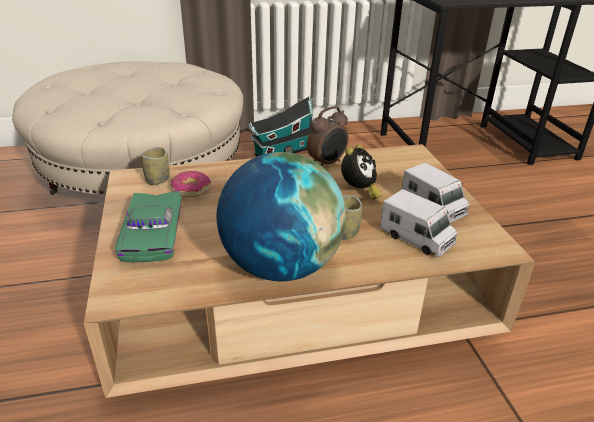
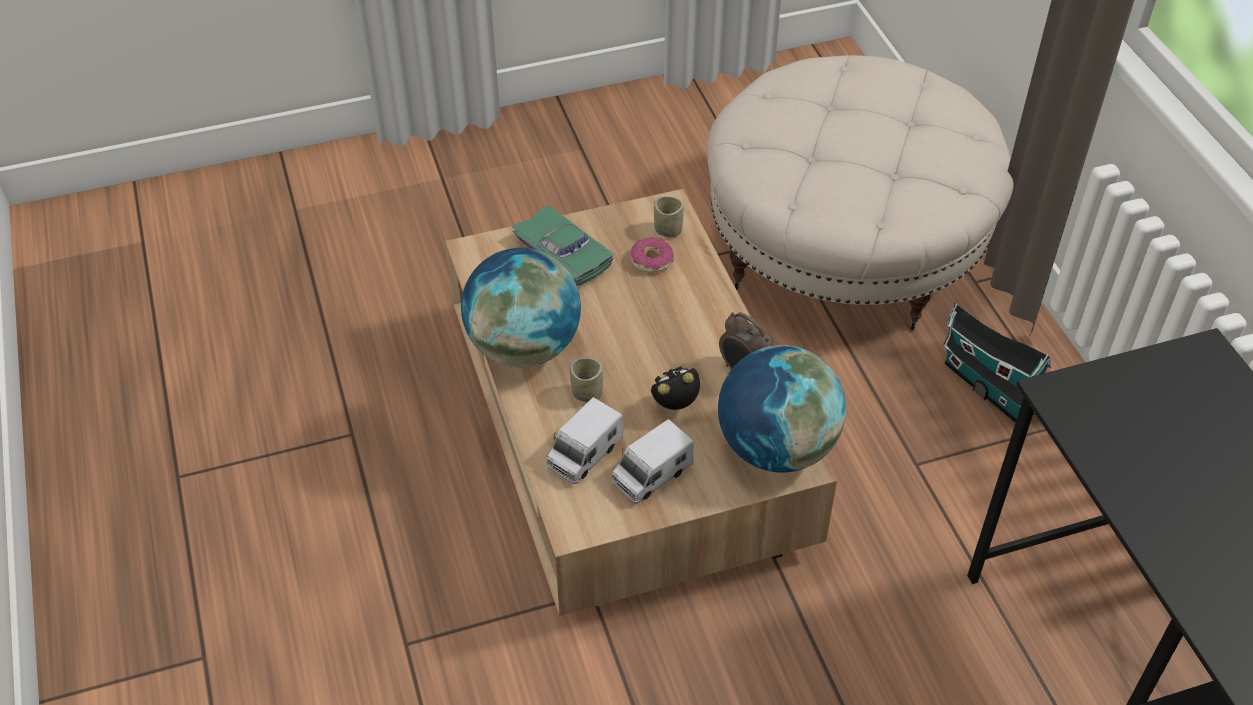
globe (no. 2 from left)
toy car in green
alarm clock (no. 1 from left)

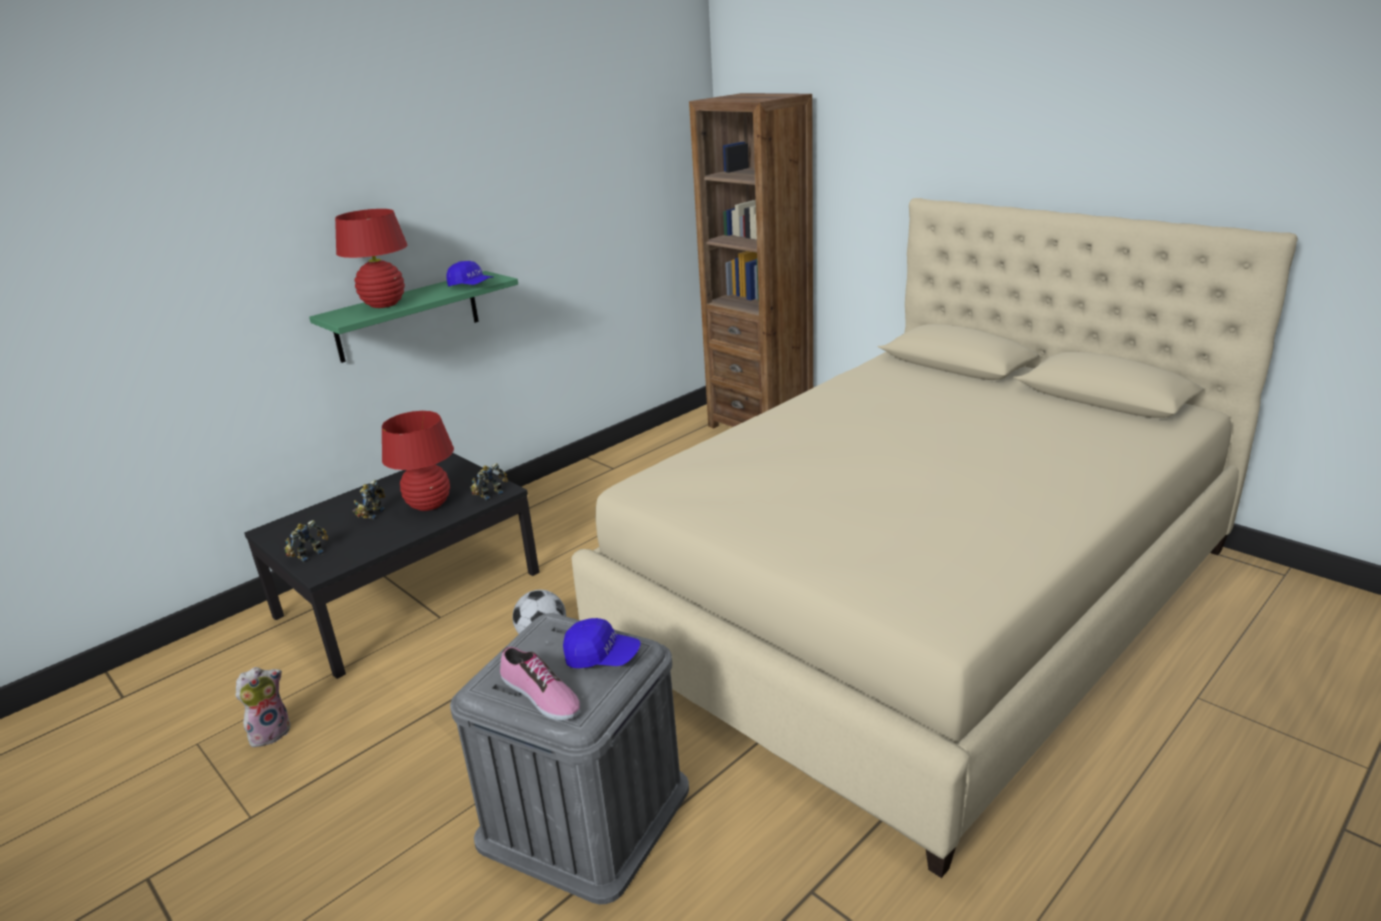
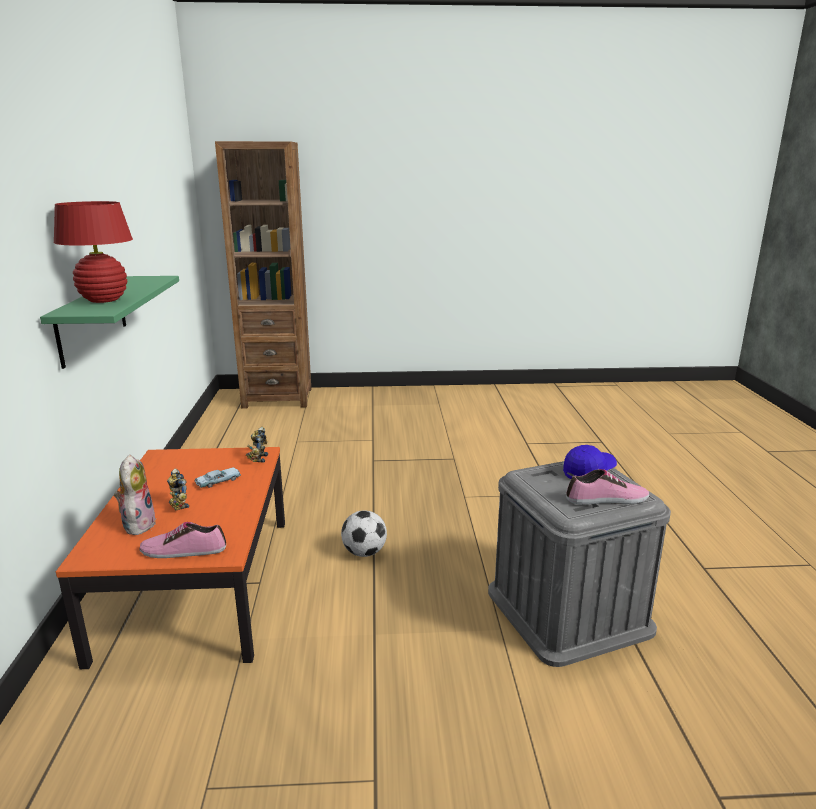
cap in blue (no. 1 from left in the first image)
bed in beige
plush toy
shoe (no. 1 from left)
toy car in blue
coffee table in orange

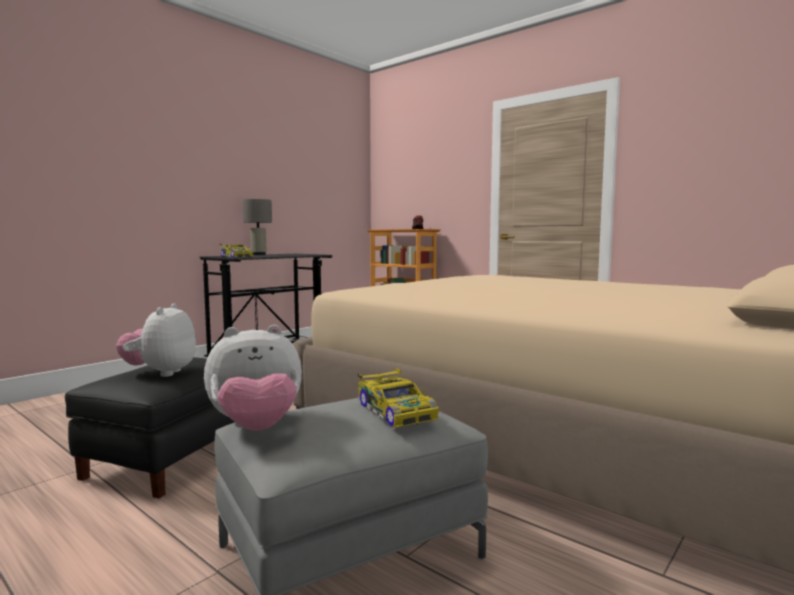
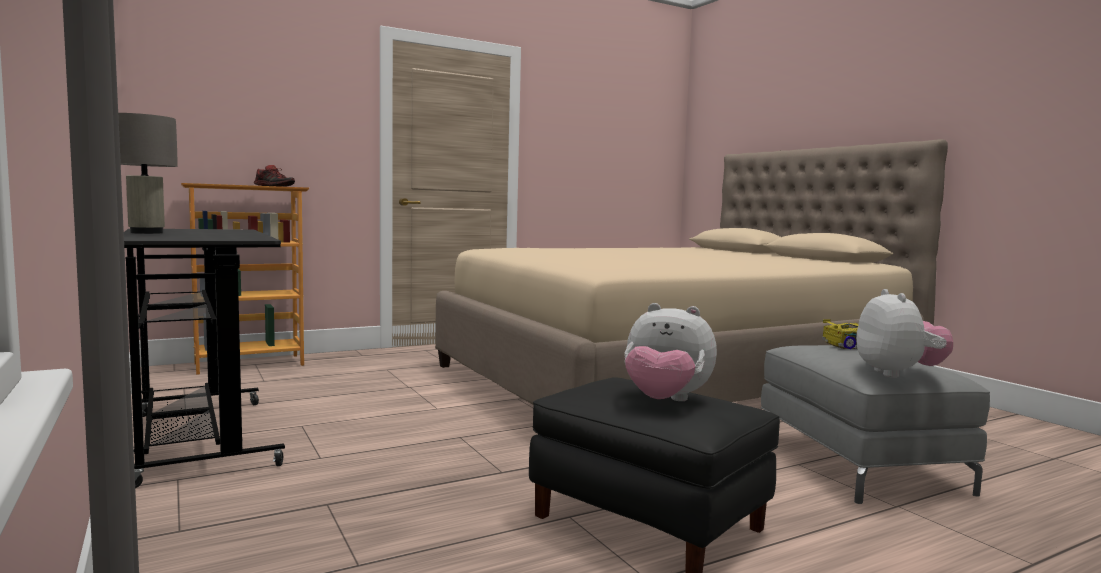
toy car (no. 1 from left in the first image)

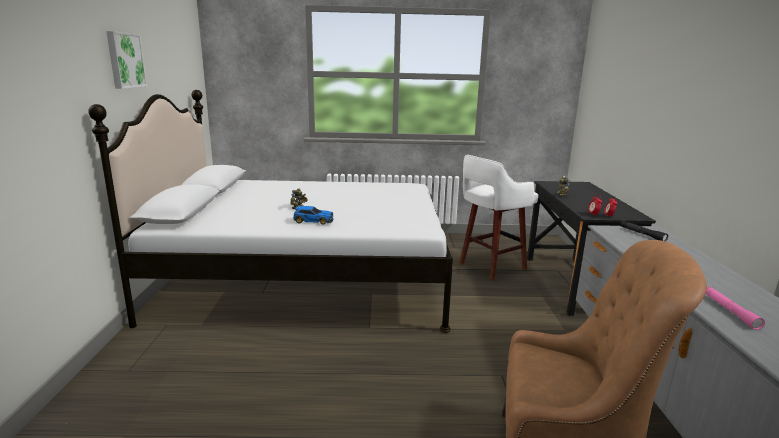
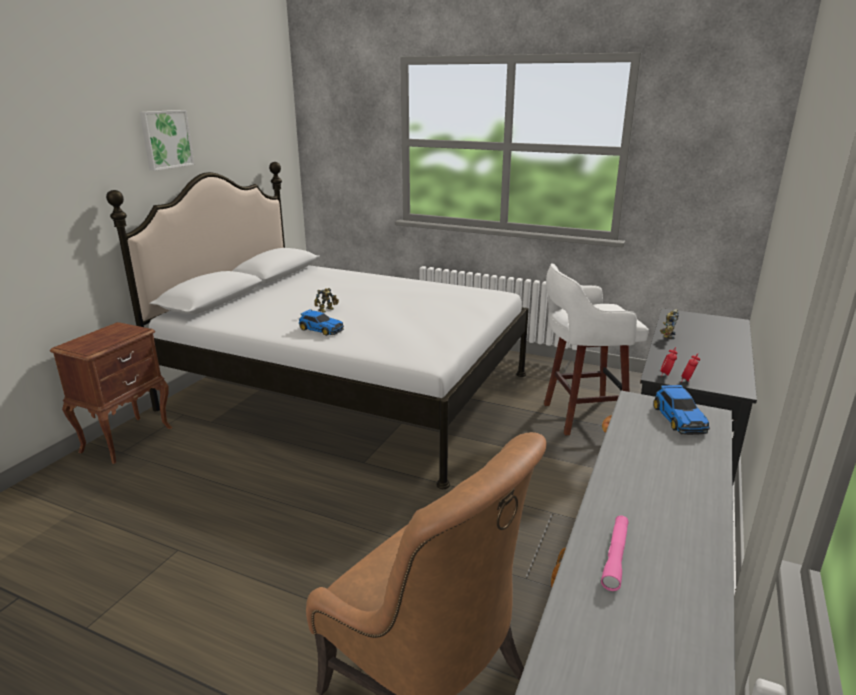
nightstand in brown
toy car (no. 2 from left)

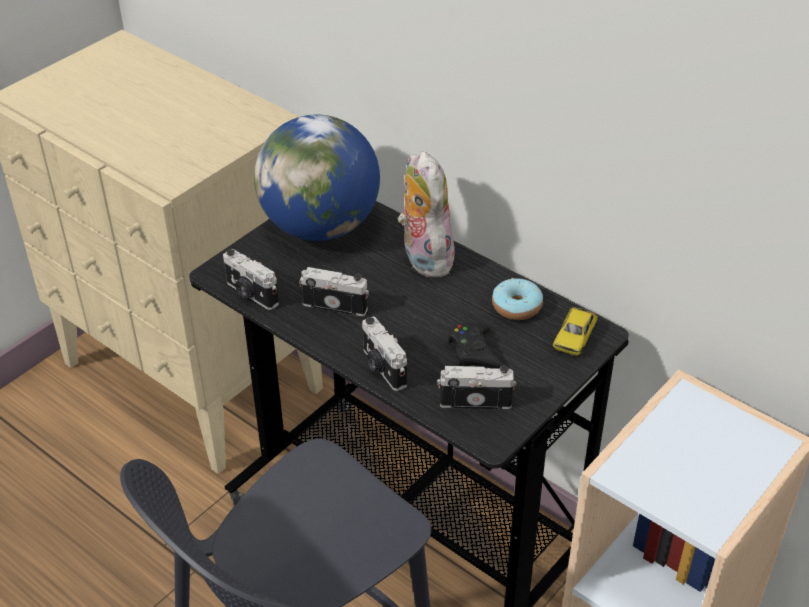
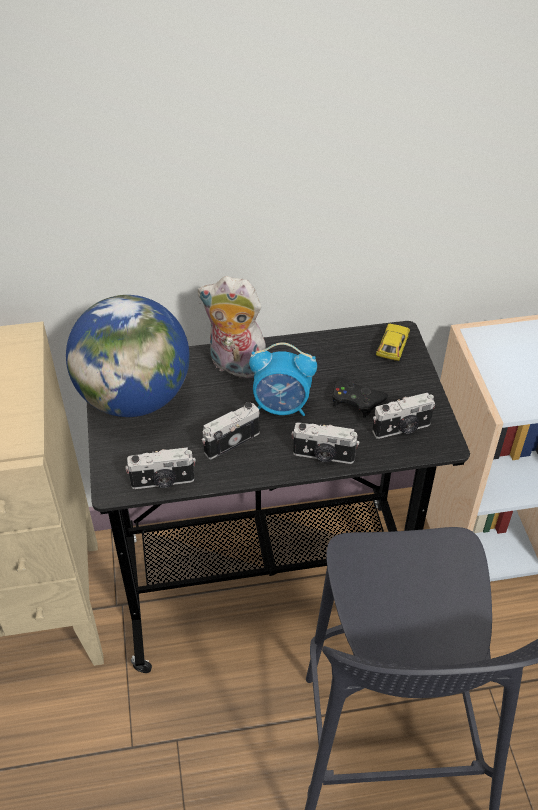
donut
alarm clock
photo camera (no. 4 from left)
toy car

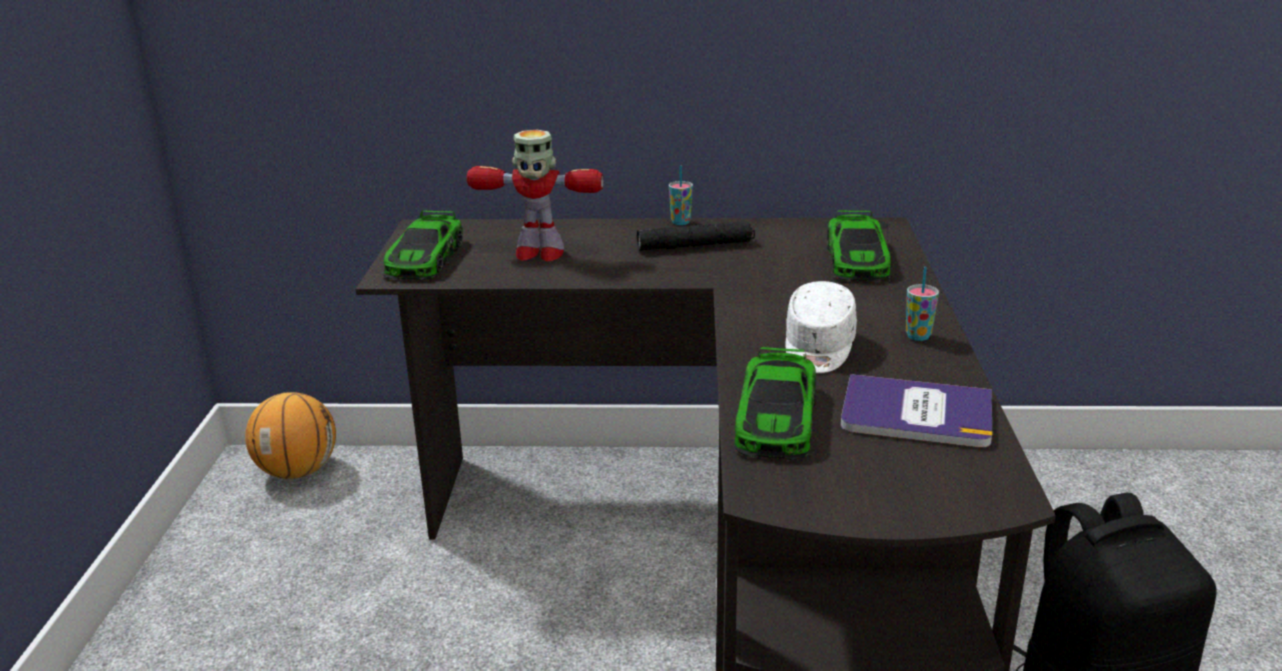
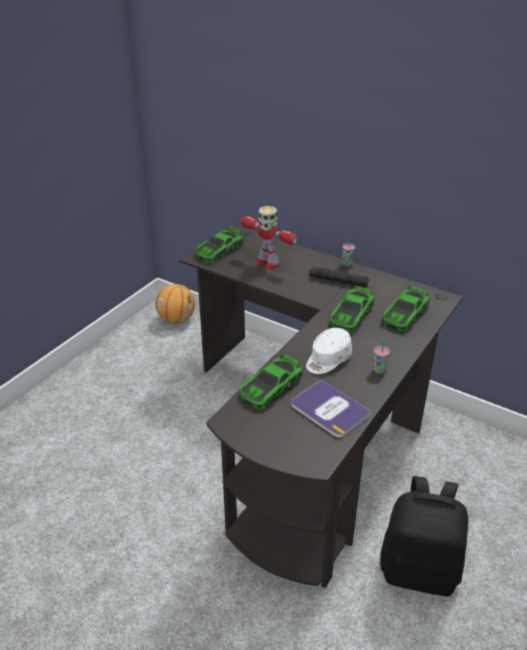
toy car (no. 3 from left)

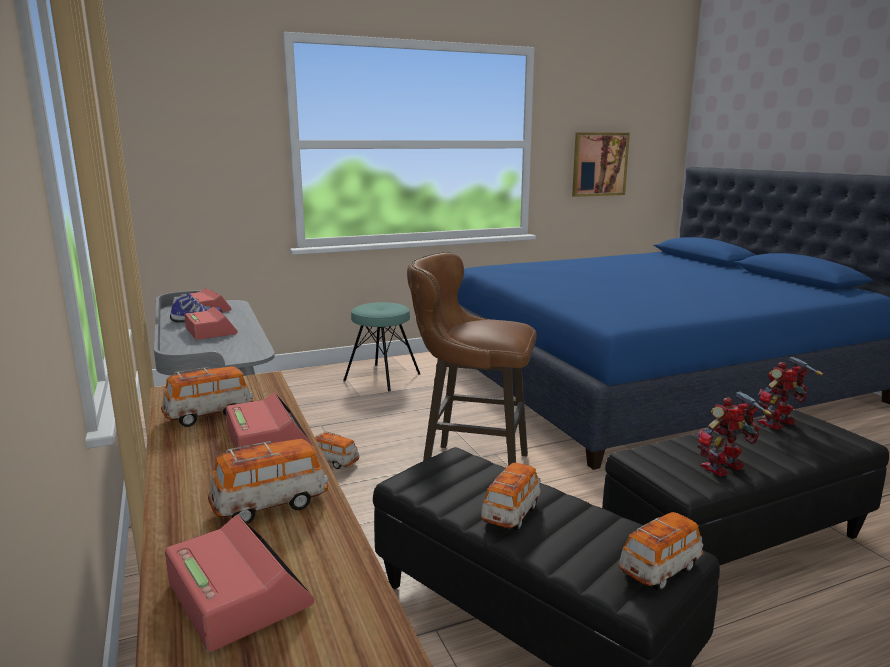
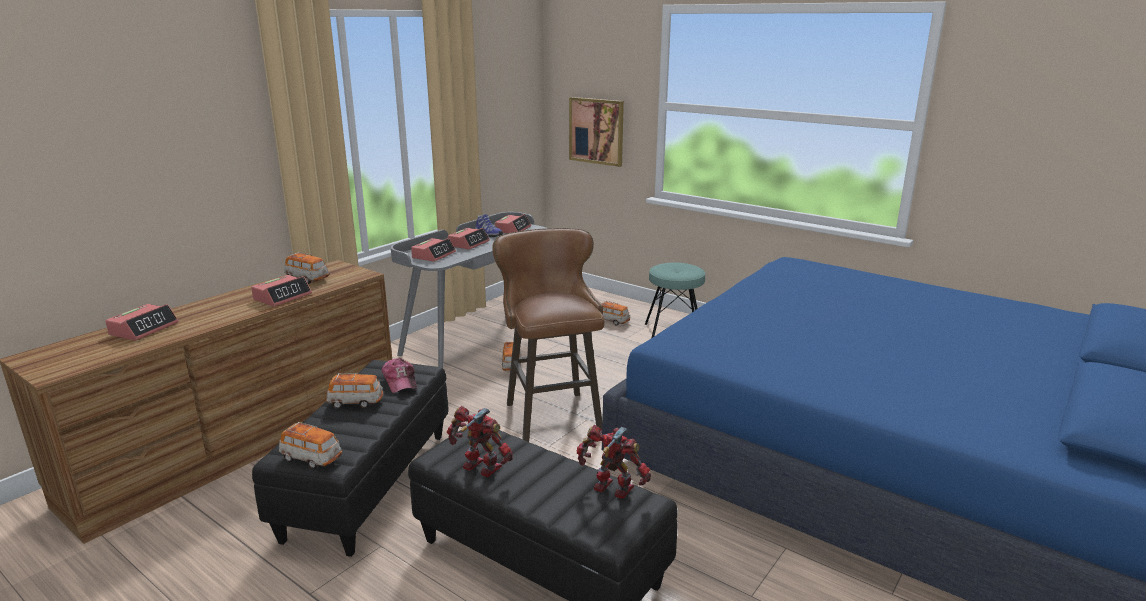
cap
alarm clock (no. 3 from left)
toy car (no. 5 from left)
picture

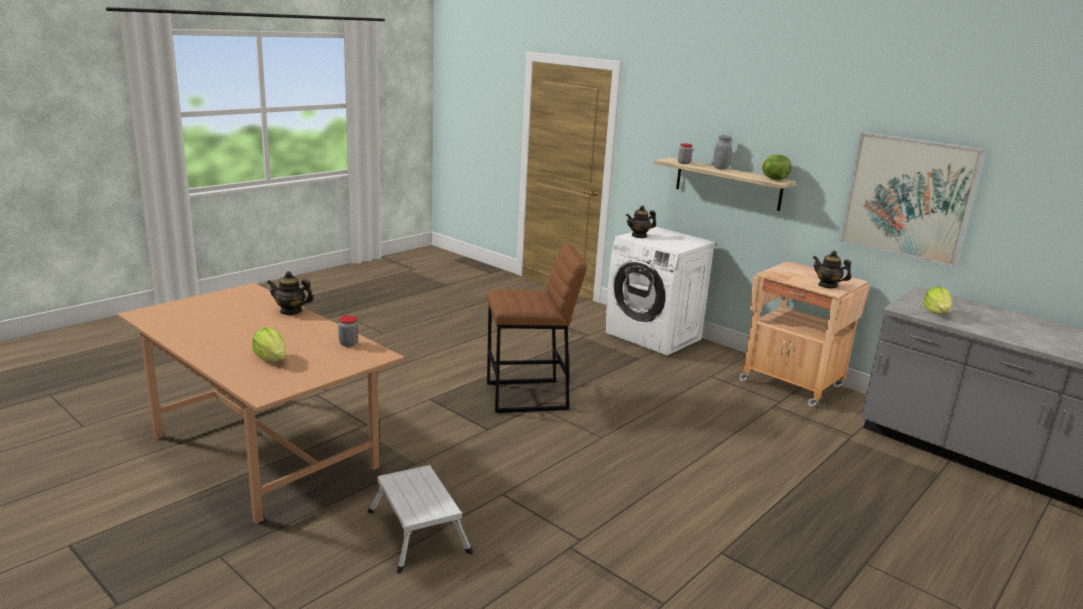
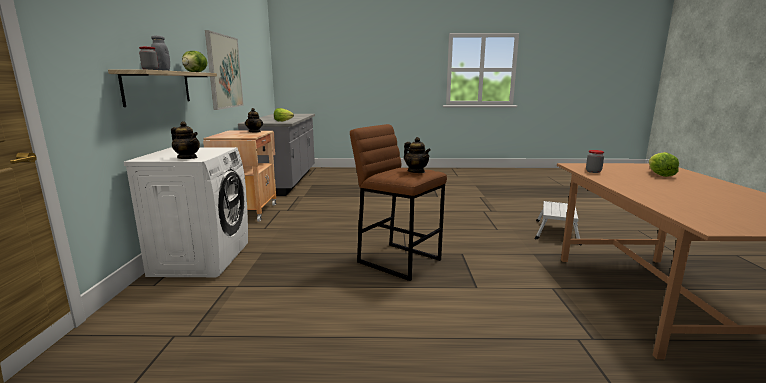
teapot (no. 3 from left)

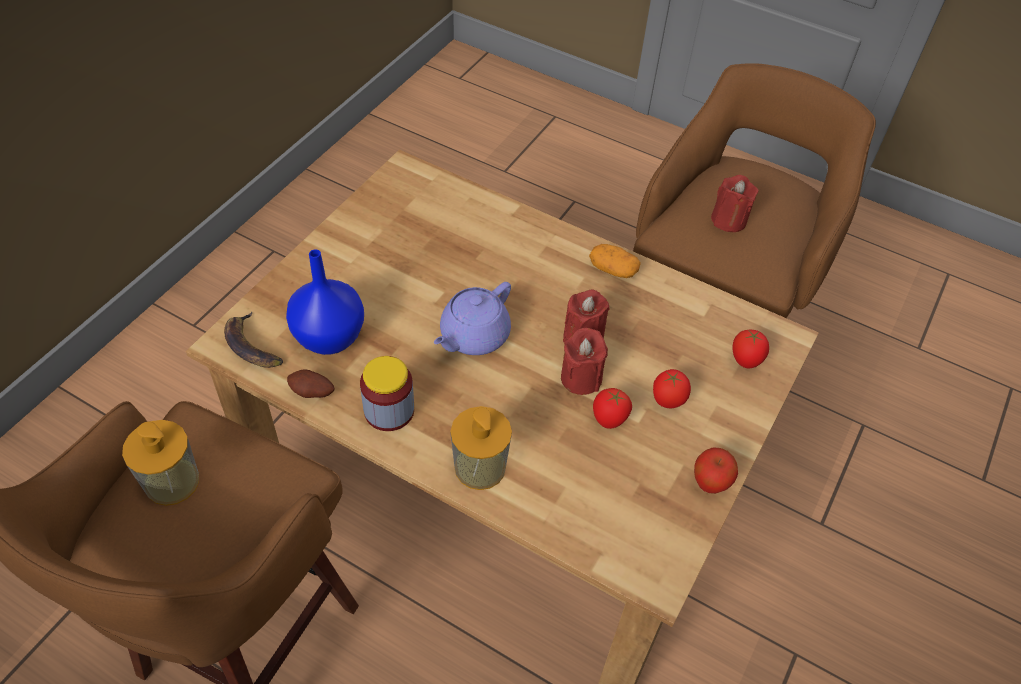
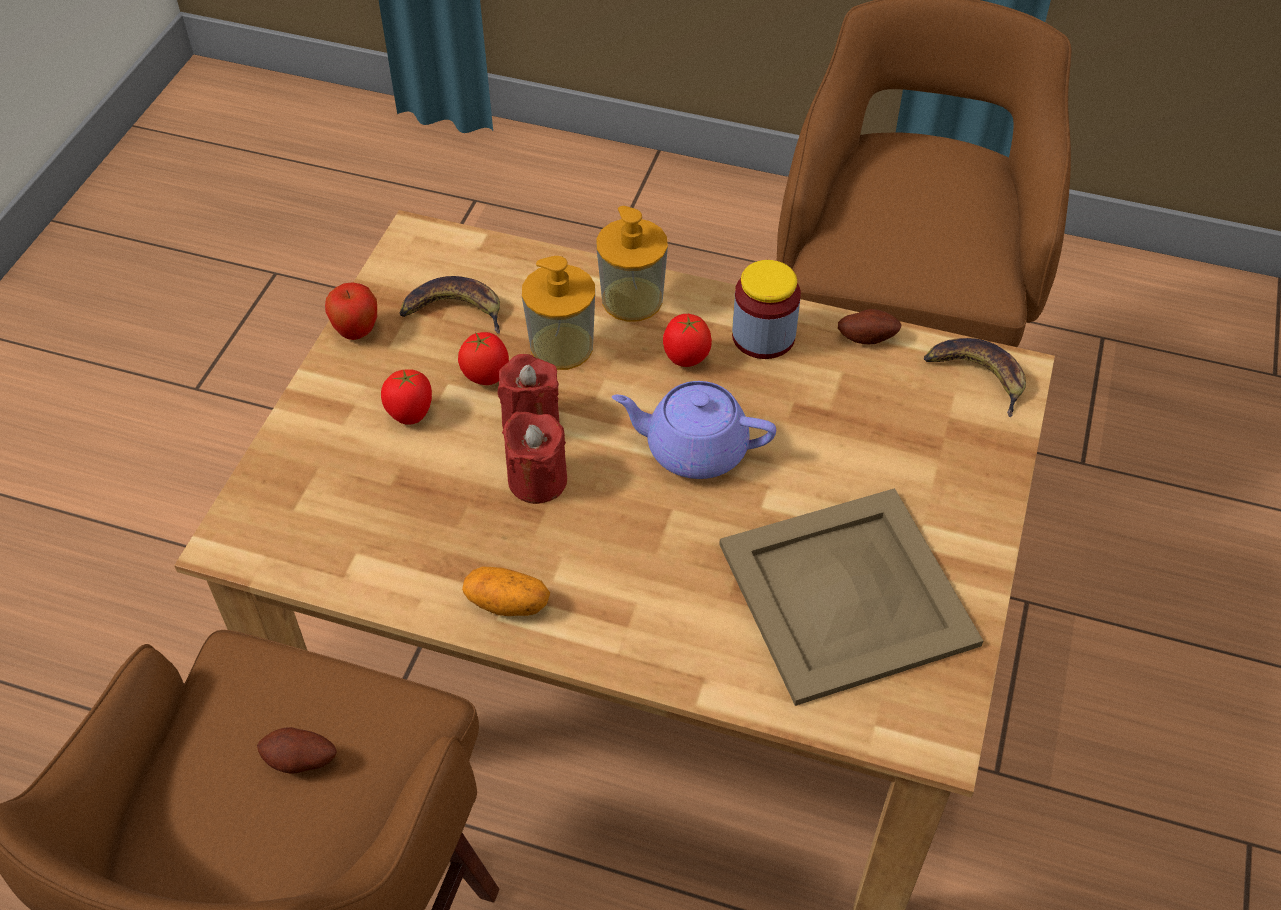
vase in blue
banana (no. 1 from left)
tray in beige
soap dispenser (no. 1 from left)
tomato (no. 3 from left)
potato (no. 1 from left)
teapot in purple

